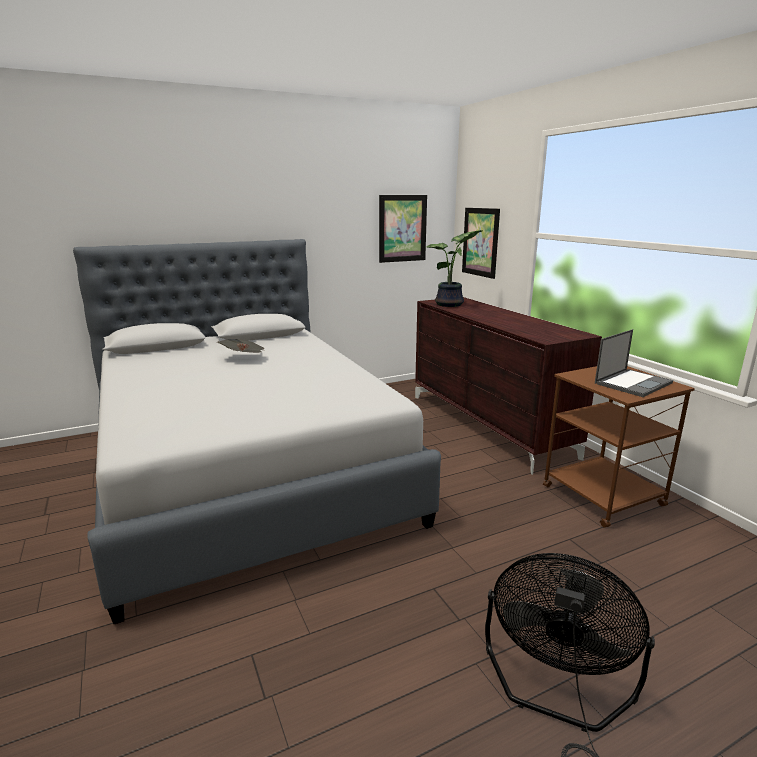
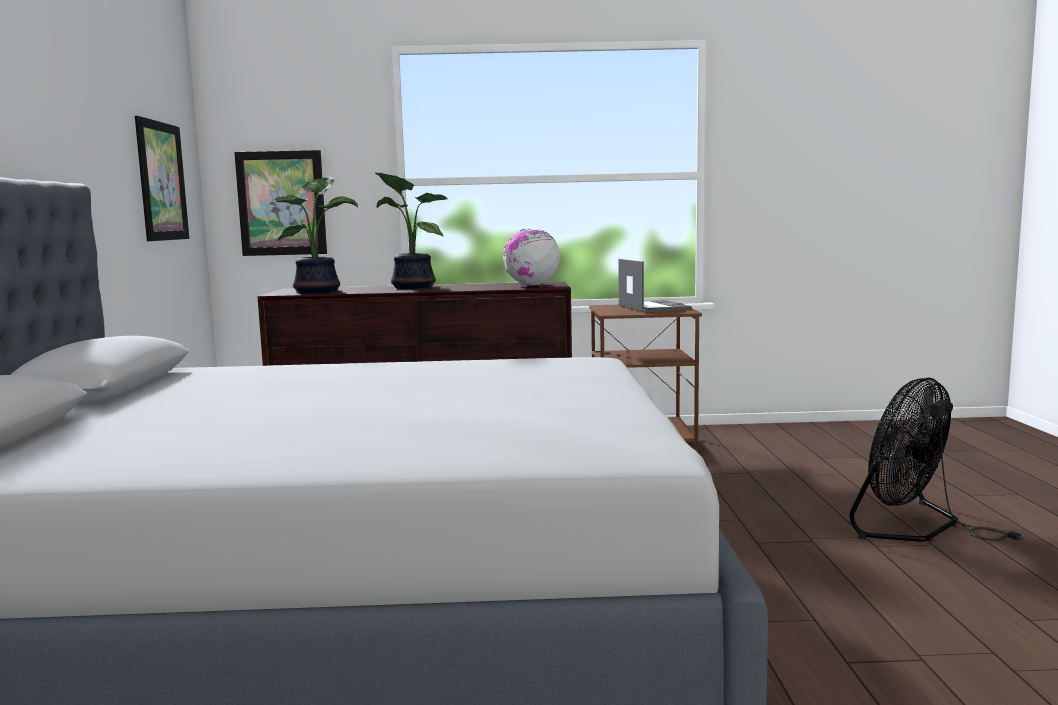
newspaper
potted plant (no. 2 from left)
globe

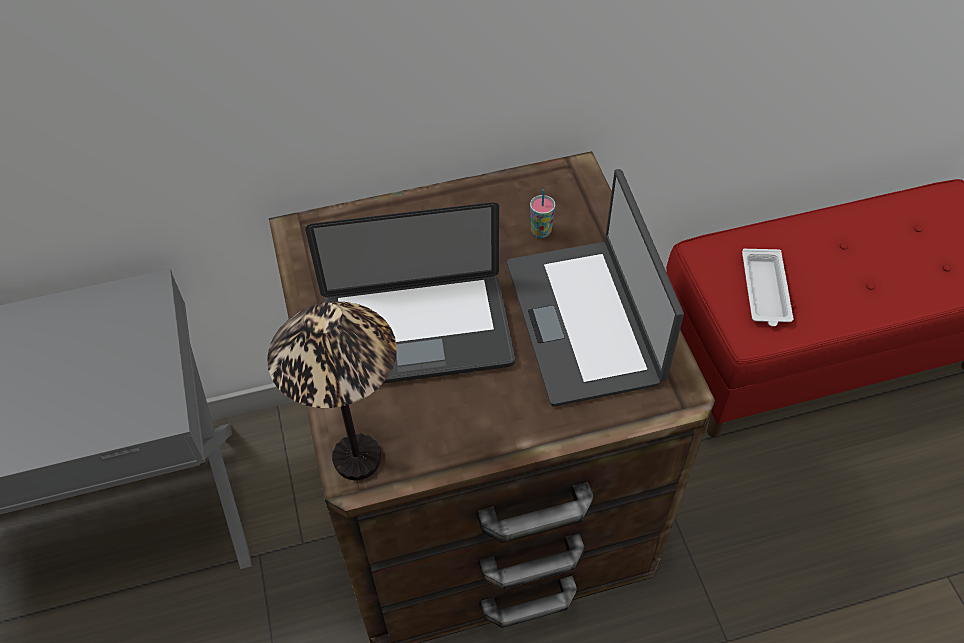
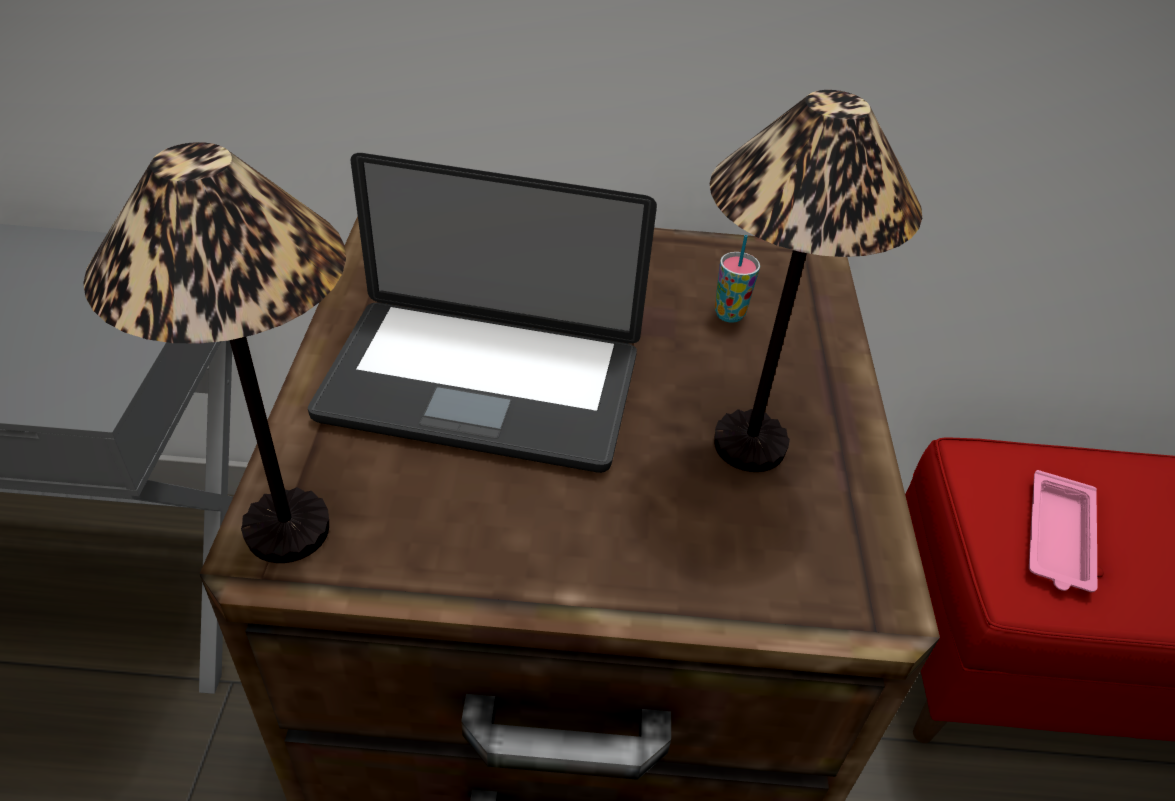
table lamp (no. 2 from left)
tray in pink

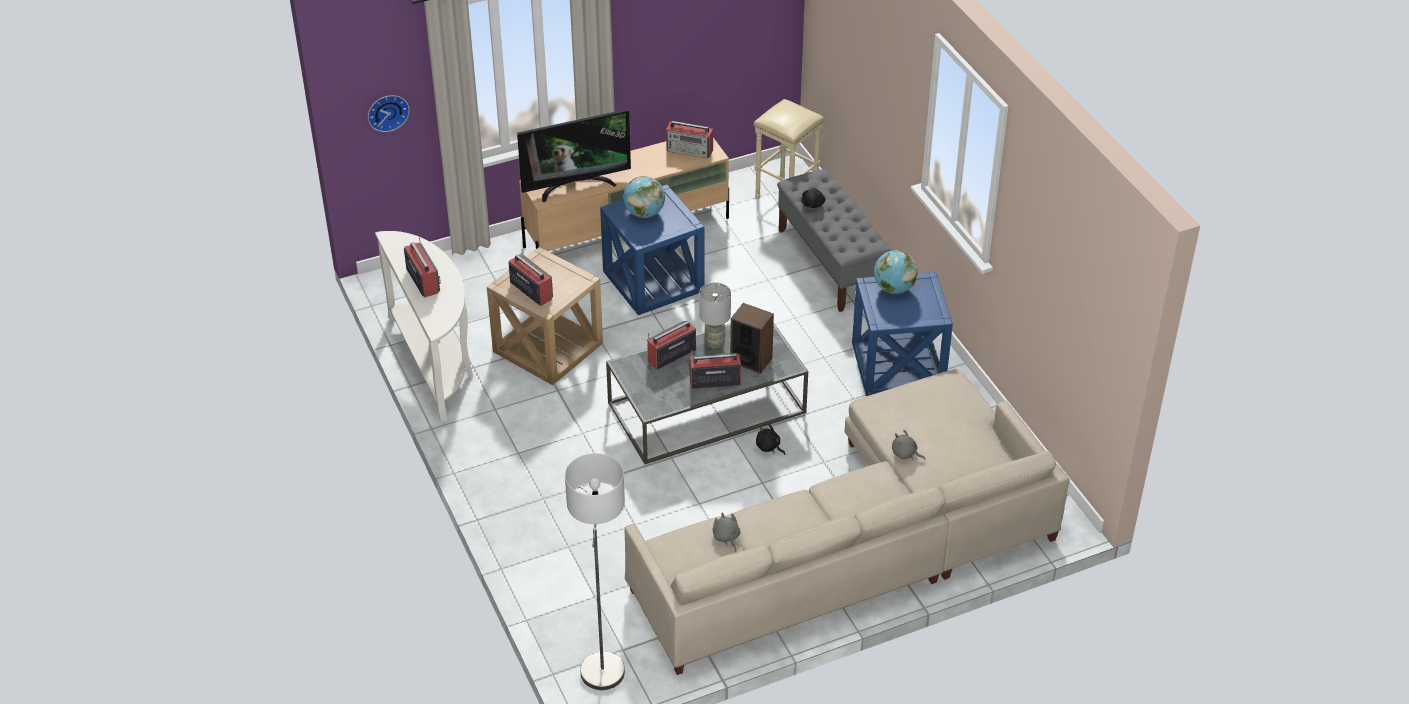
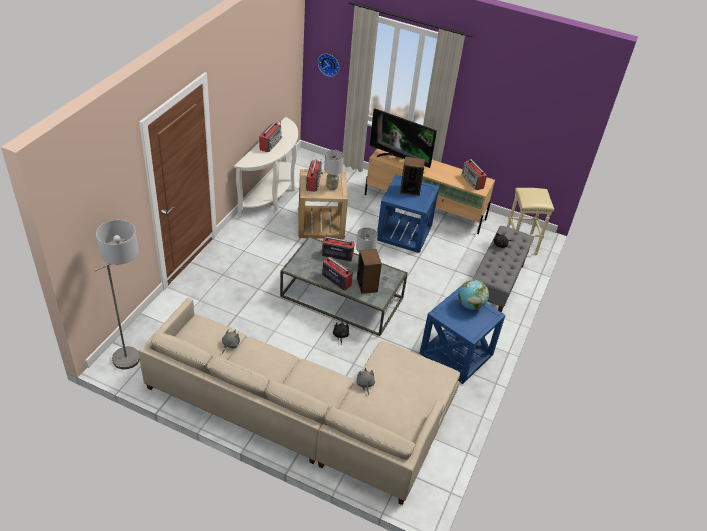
table lamp in grey (no. 1 from left)
speaker (no. 2 from left)

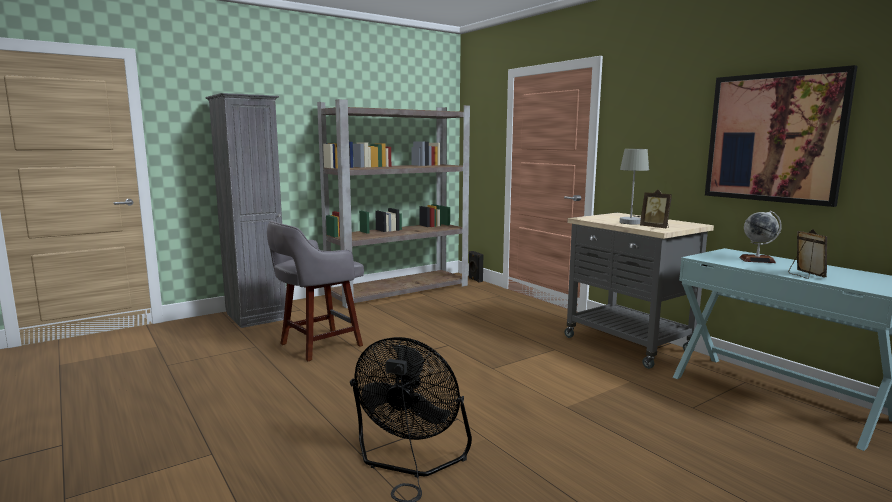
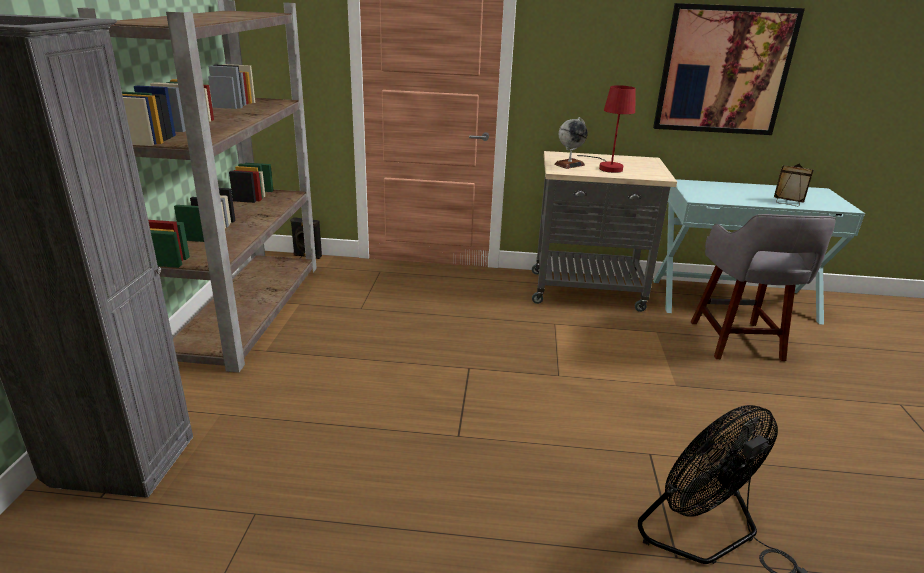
picture frame (no. 1 from left in the first image)
stool in grey
globe
table lamp in red

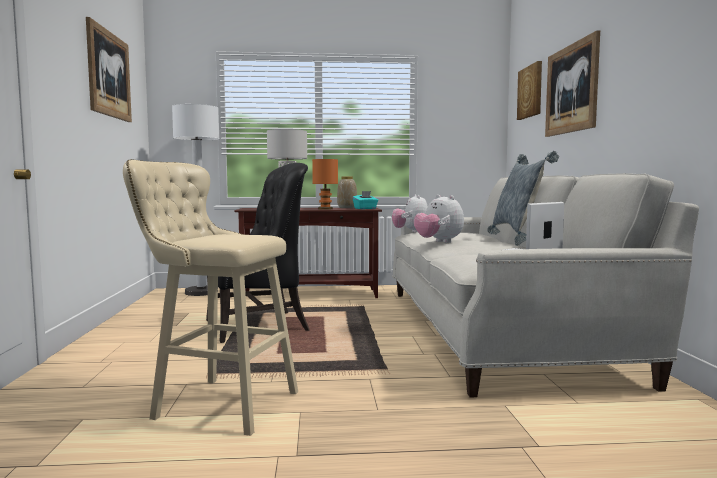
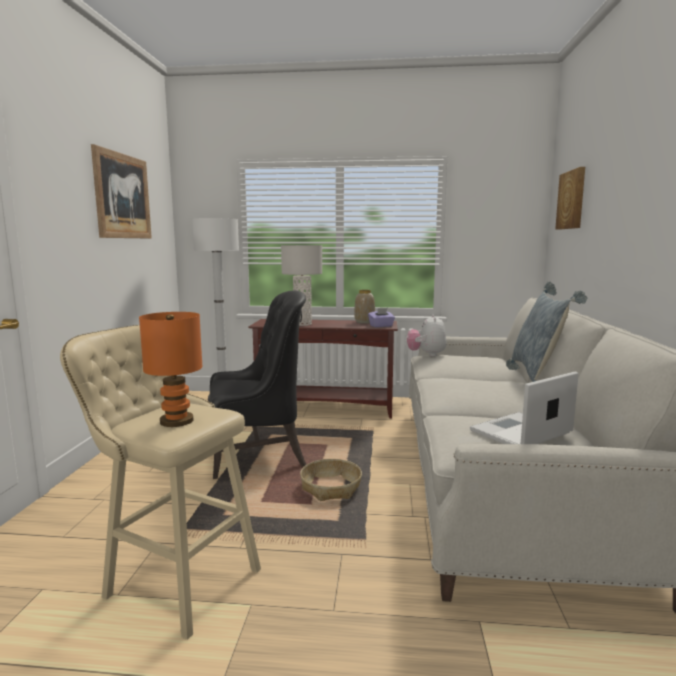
plush toy (no. 2 from left in the first image)
picture (no. 3 from left in the first image)
basket
table lamp in orange
tissue box in purple

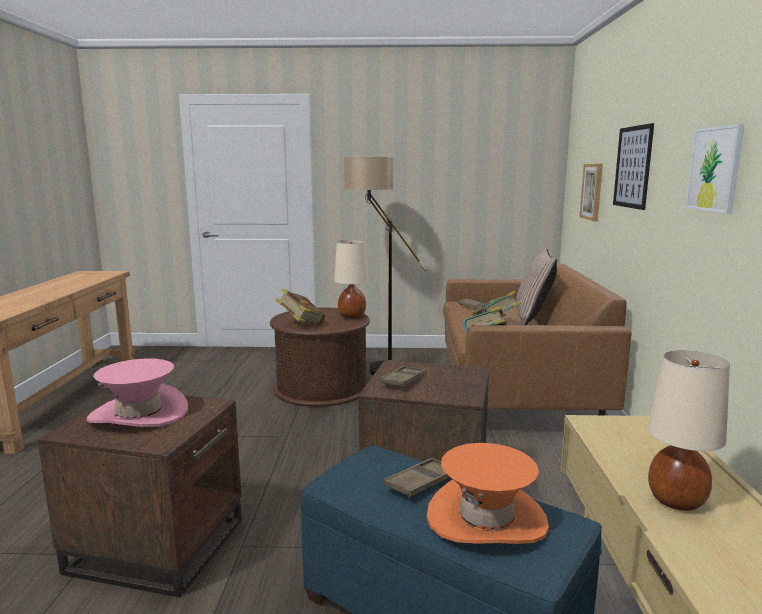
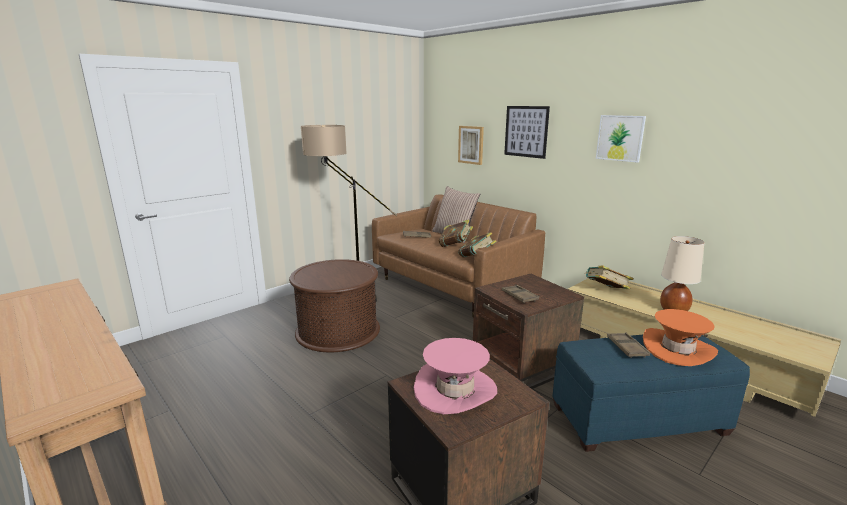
table lamp in beige (no. 1 from left in the first image)
book (no. 3 from left)

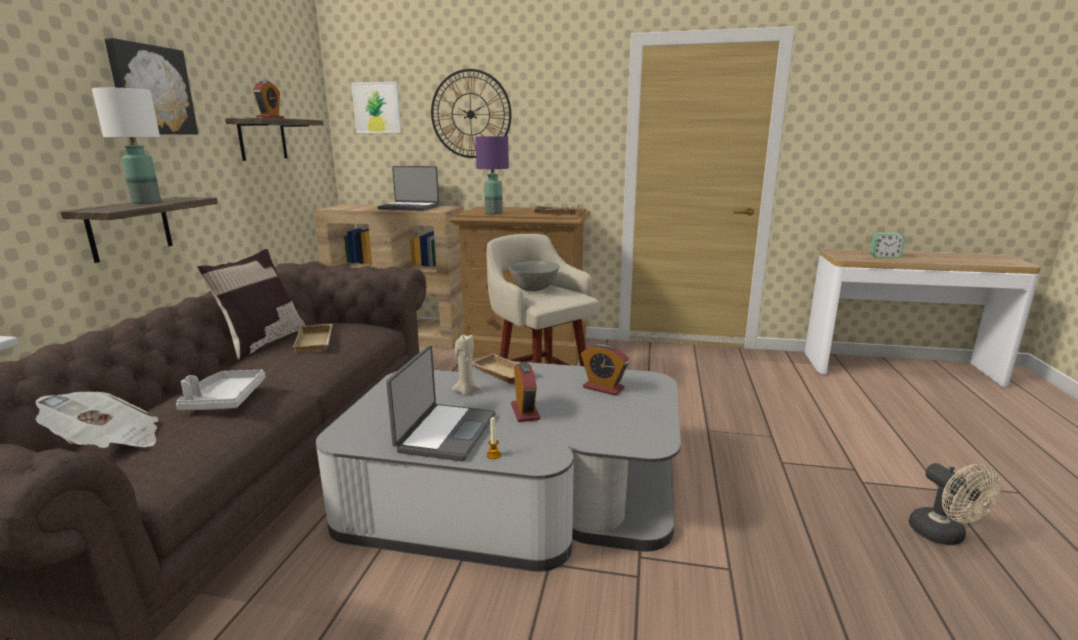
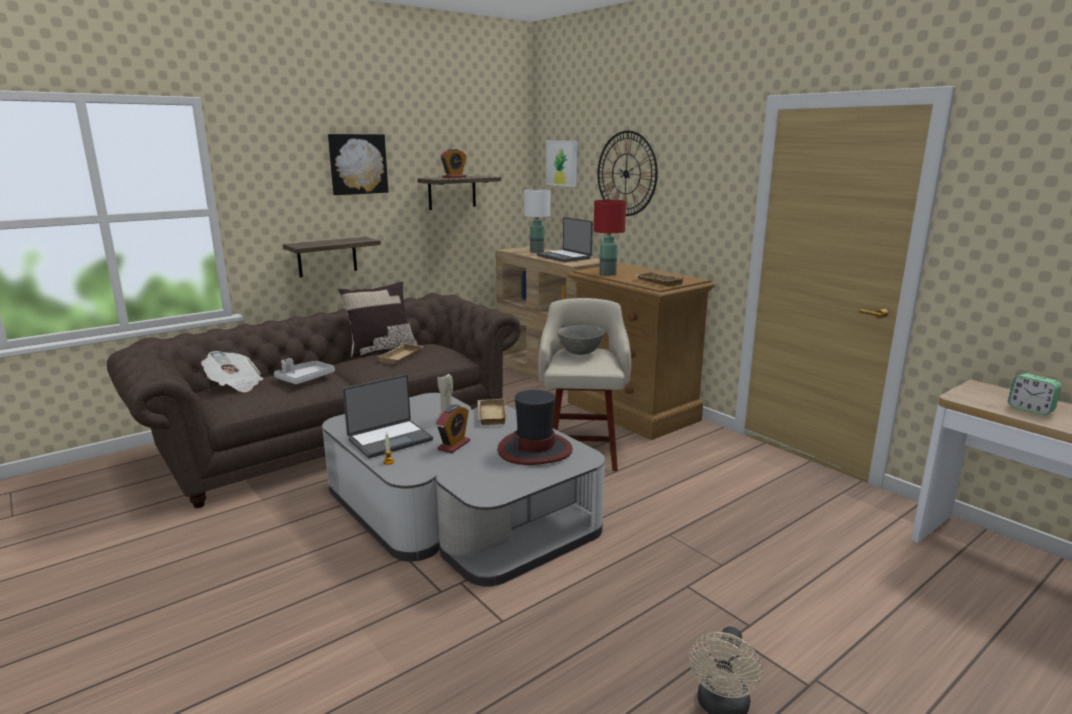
table lamp in white
hat
table lamp in red

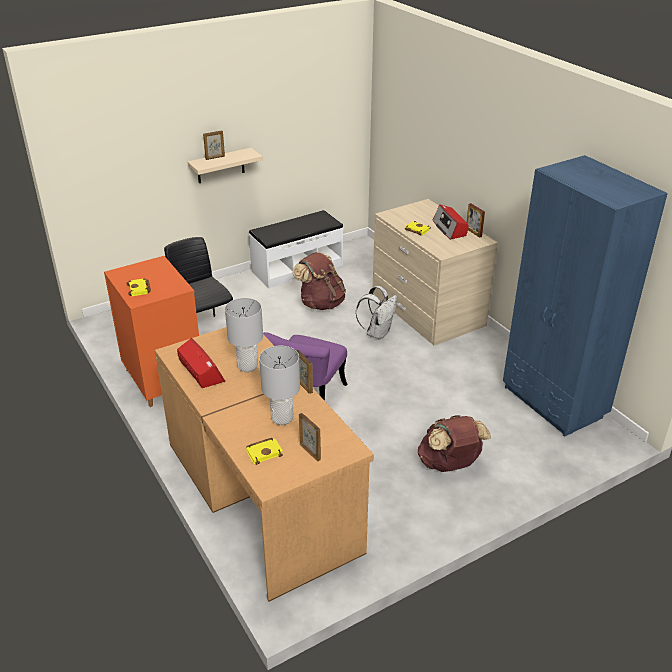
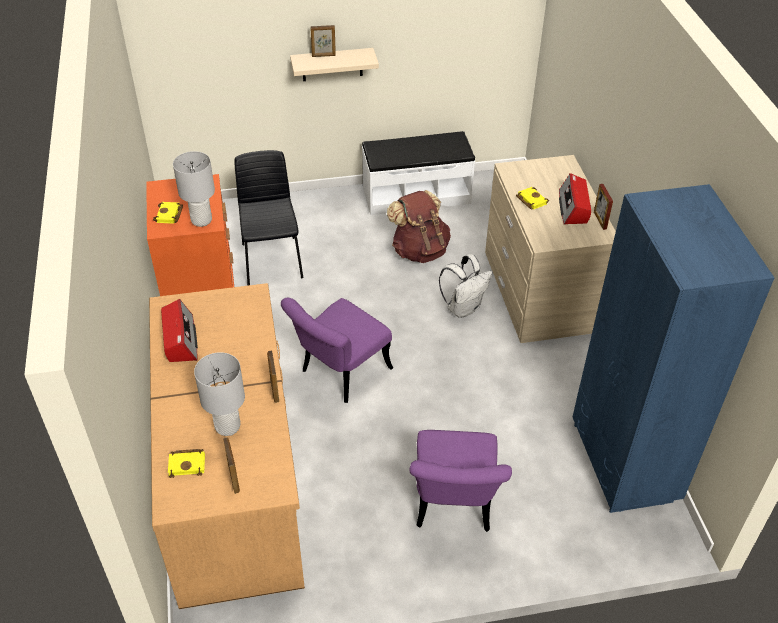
table lamp in grey (no. 1 from left)
chair in purple (no. 2 from left)

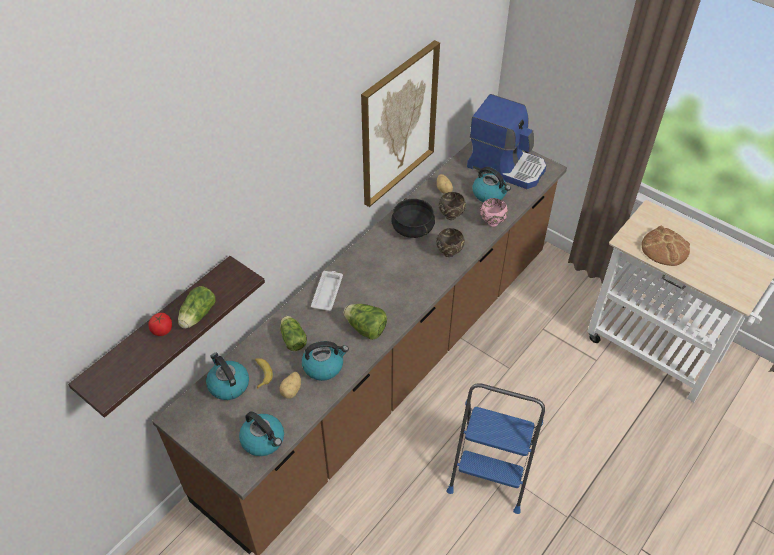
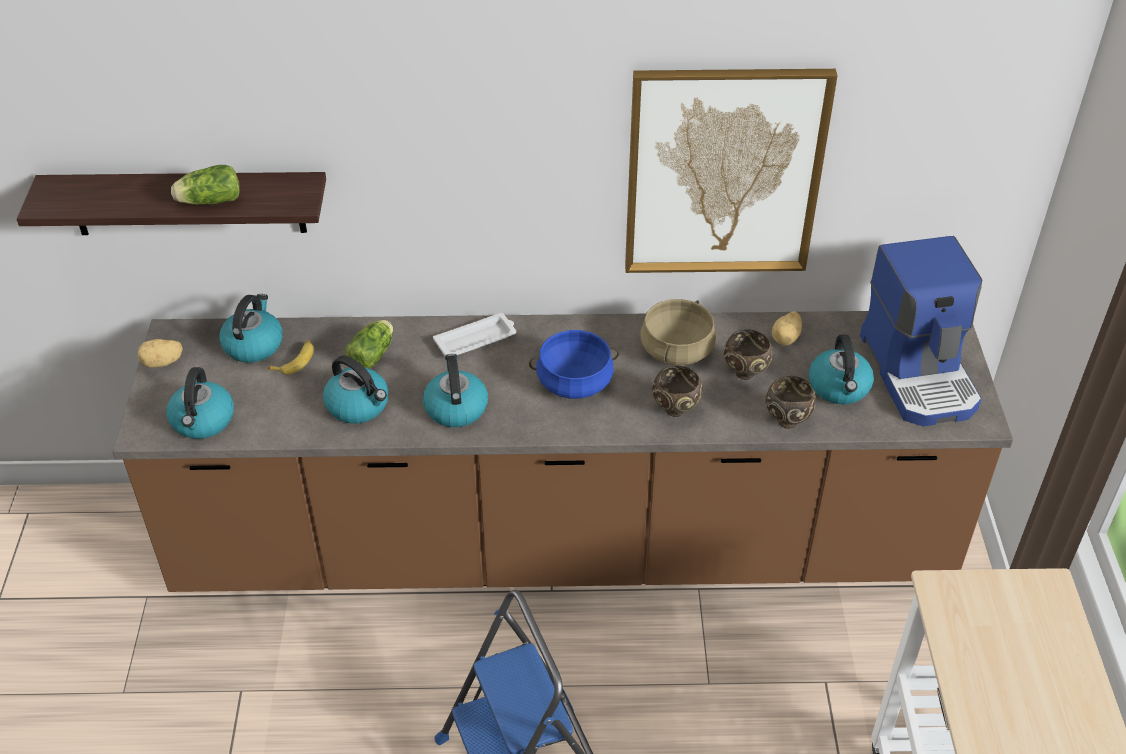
tomato
bread
cooking pot in blue
potato (no. 1 from left)
kettle (no. 4 from left)
cooking pot in beige
bowl in brown (no. 3 from left)

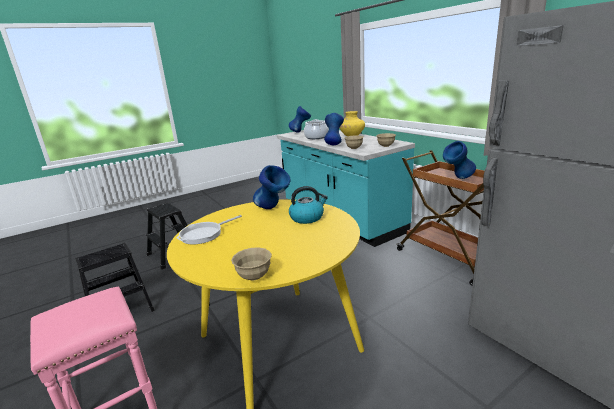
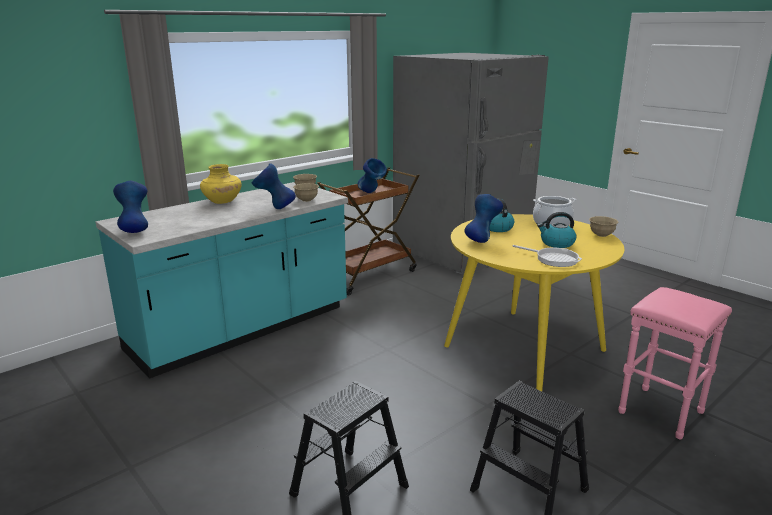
kettle (no. 2 from left)
cooking pot

